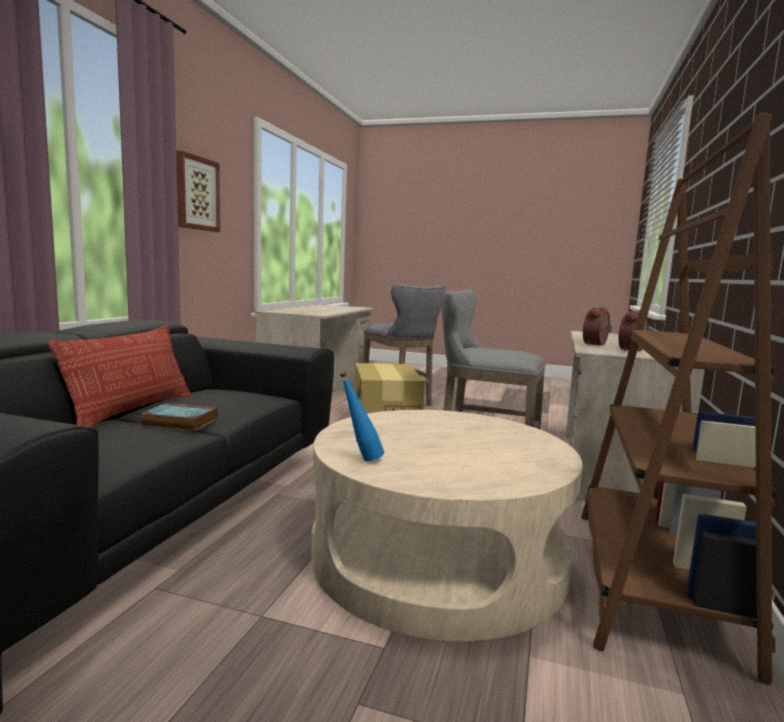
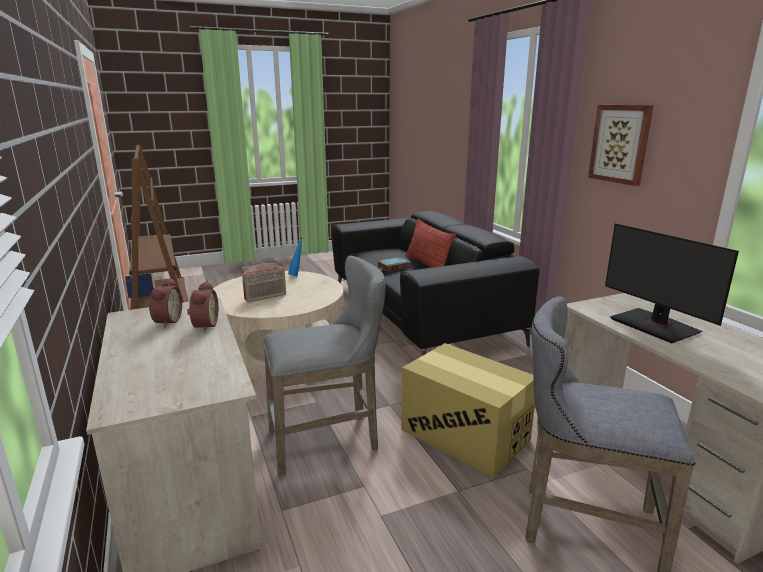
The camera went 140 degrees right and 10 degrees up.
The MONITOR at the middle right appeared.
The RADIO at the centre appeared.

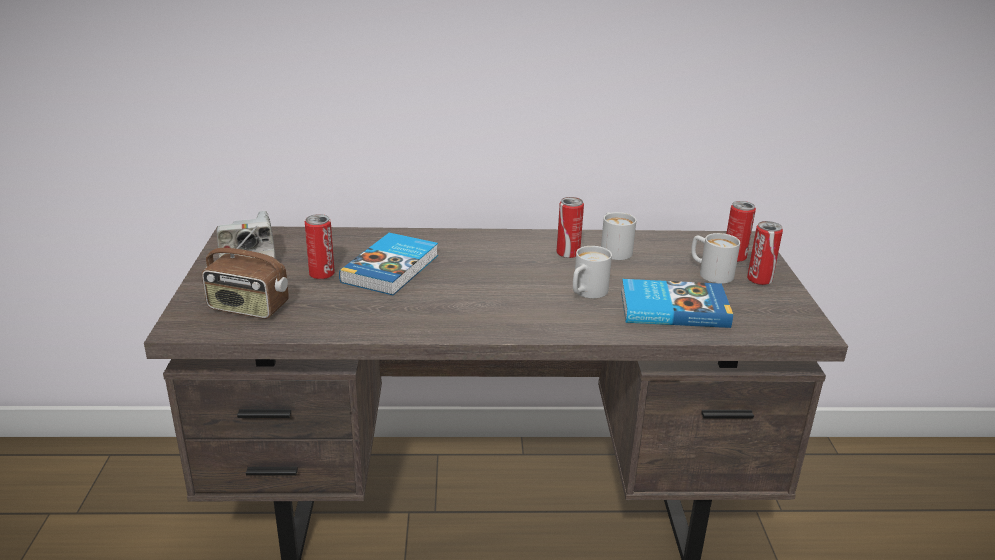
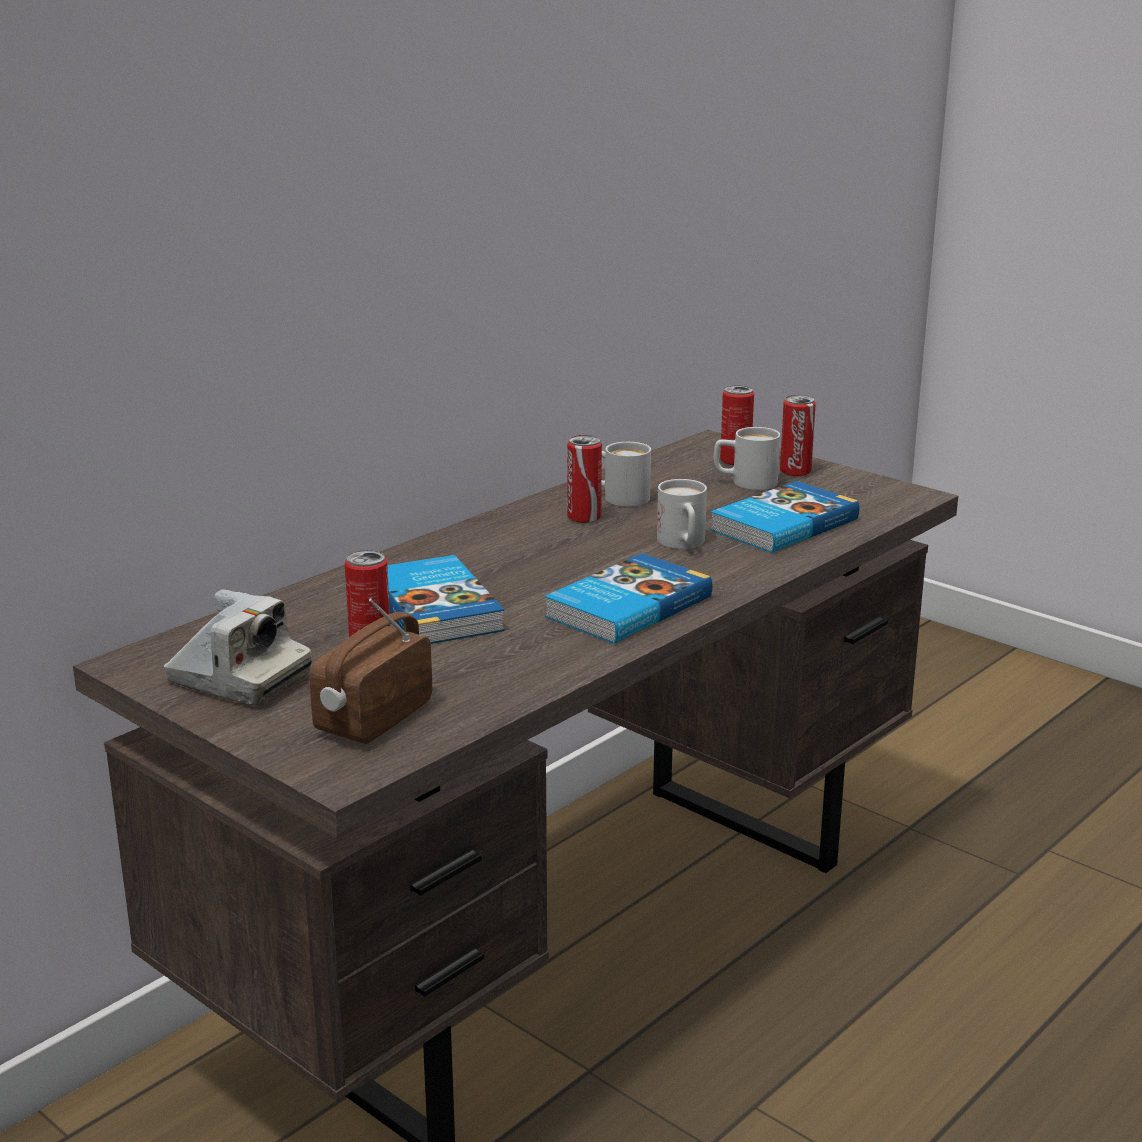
The camera went 45 degrees left and 5 degrees down.
The RADIO at the middle left turned 150 degrees clockwise.
The BOOK (2nd from left) at the centre appeared.

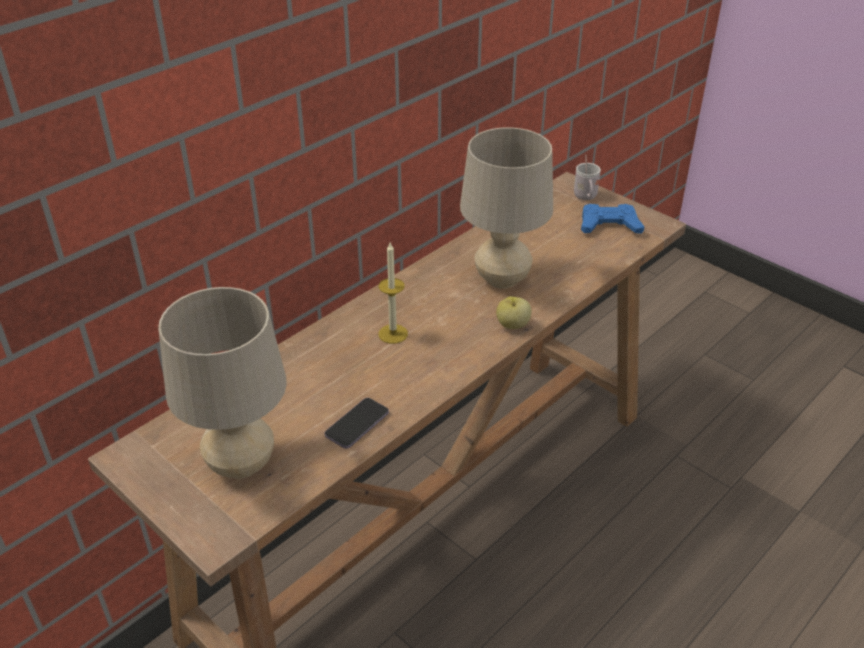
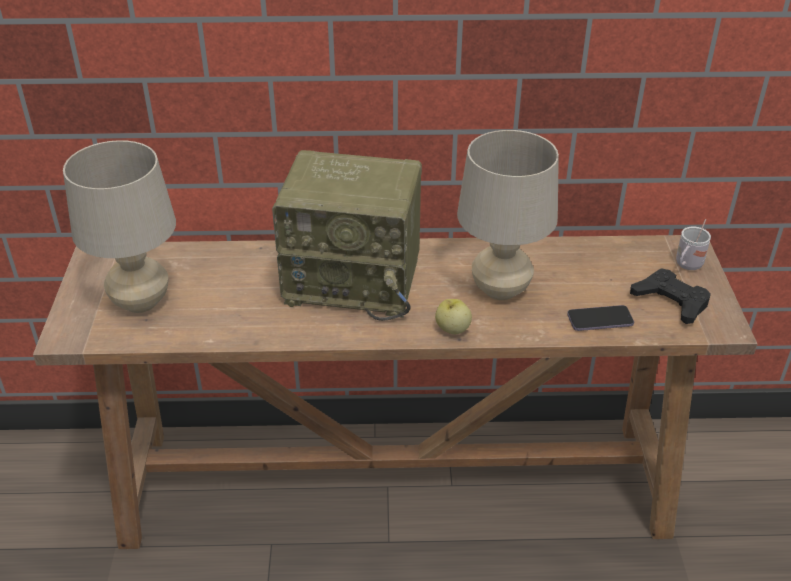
The camera went 45 degrees right and 0 degrees up.
The BLUE GAME CONTROLLER at the middle right became the BLACK GAME CONTROLLER at the middle right.
The CANDLE at the centre was replaced by the RADIO at the centre.
The PHONE moved from the centre to the middle right.

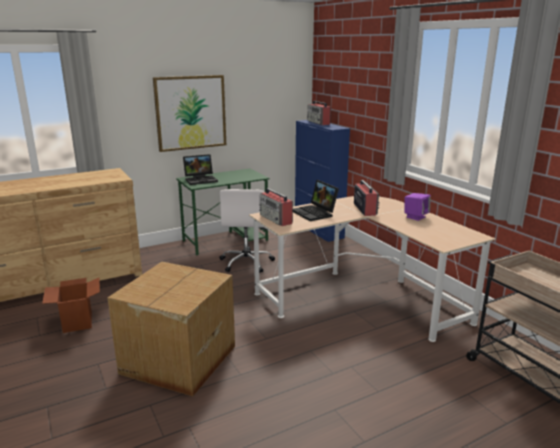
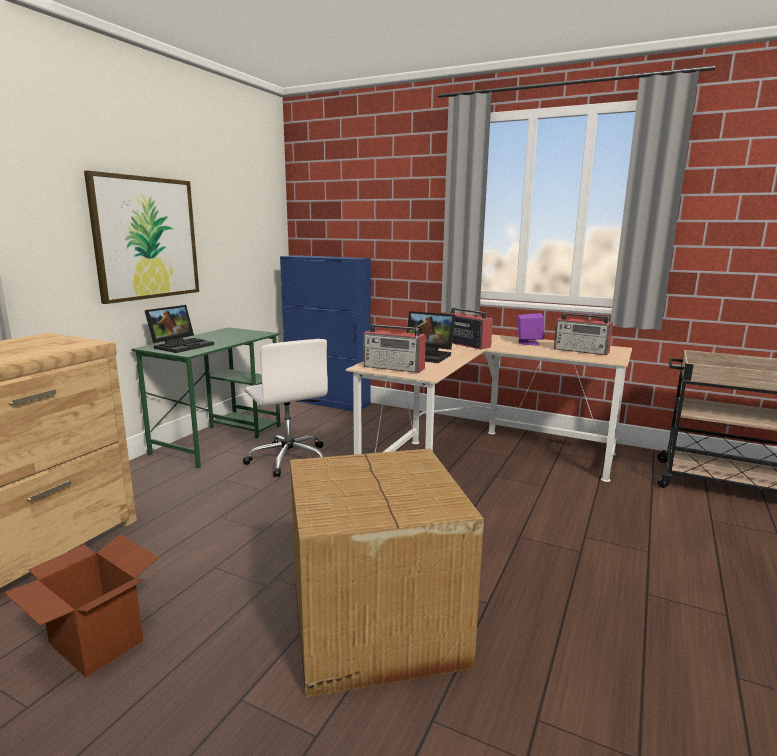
The camera went 35 degrees left and 5 degrees down.
The RADIO (2nd from left in the first image) moved from the top centre to the middle right.

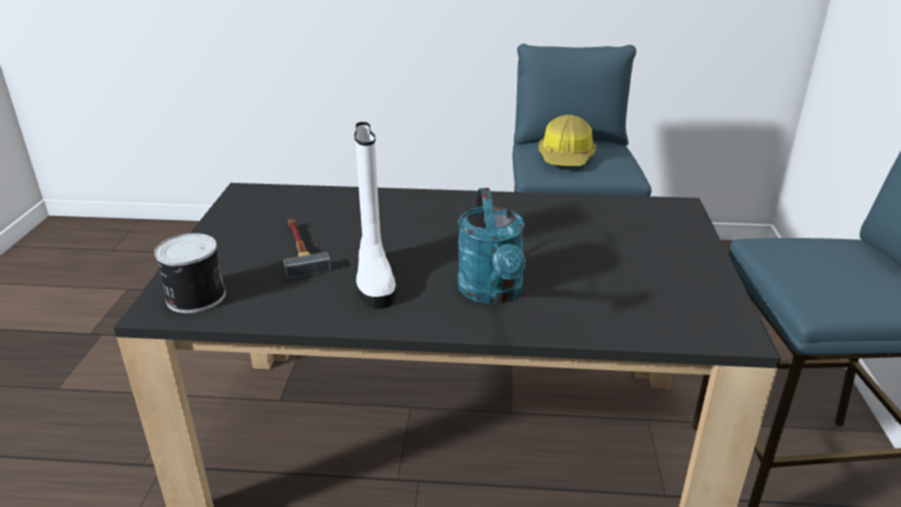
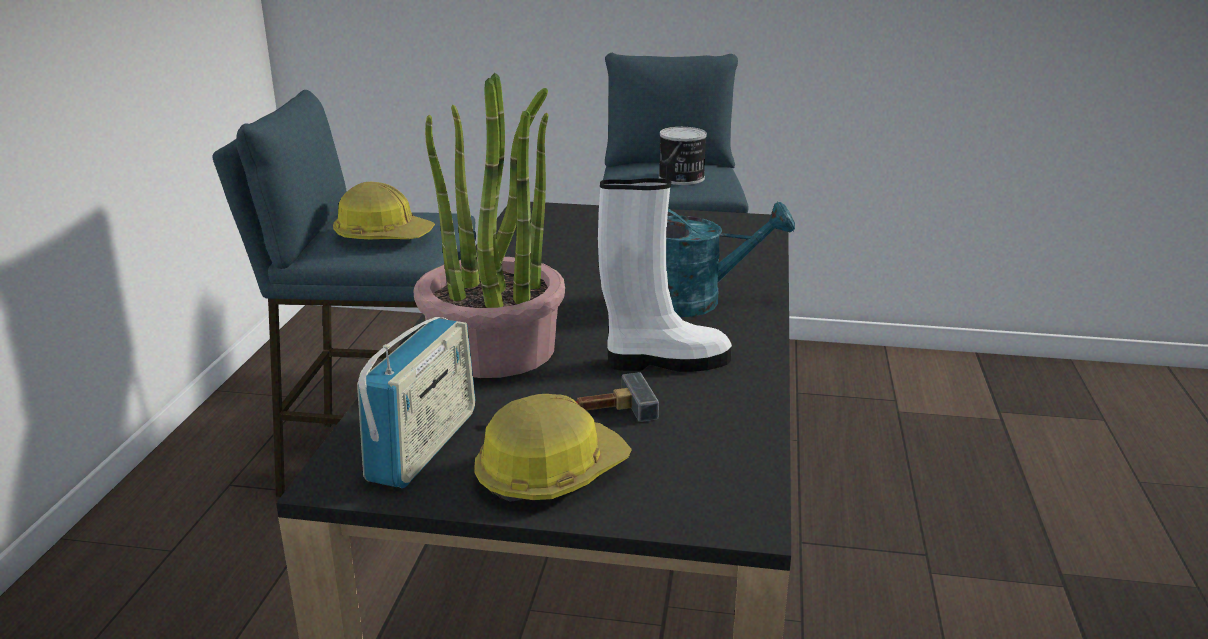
The camera went 85 degrees left and 5 degrees down.
The CAN moved from the middle left to the top centre.
The POTTED PLANT at the centre appeared.
The RADIO at the centre appeared.
The HARD HAT (2nd from left) at the bottom centre appeared.

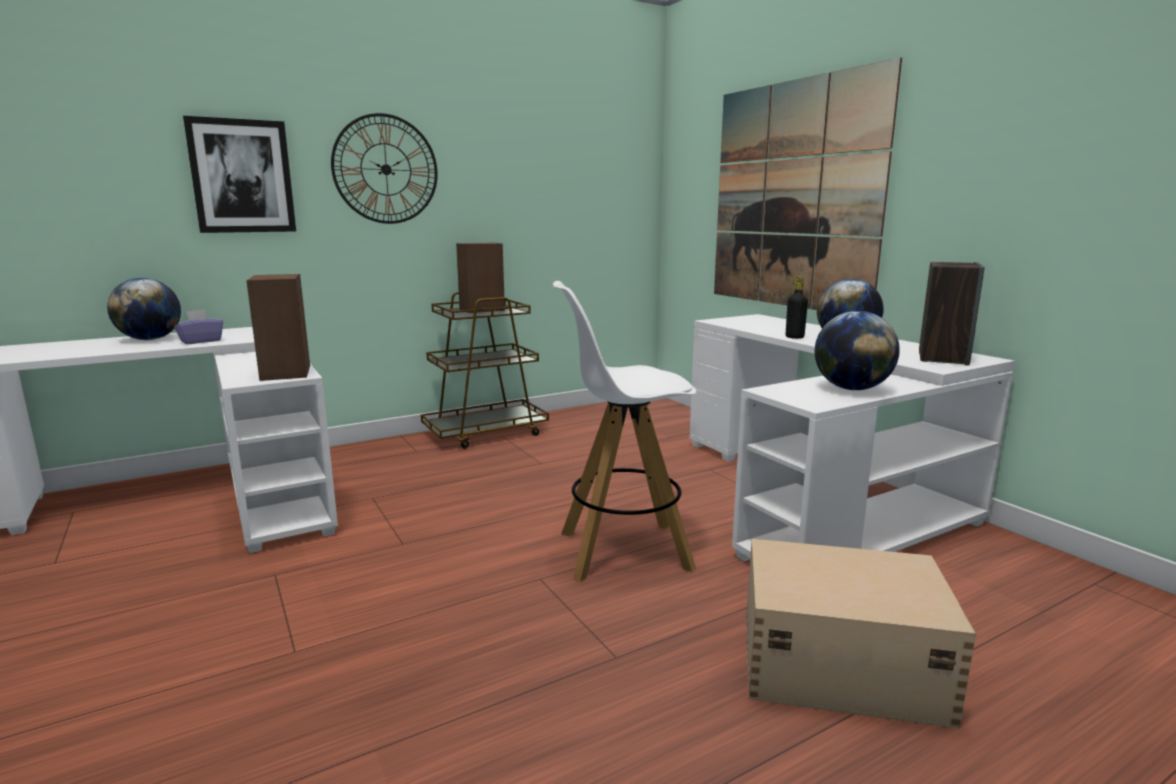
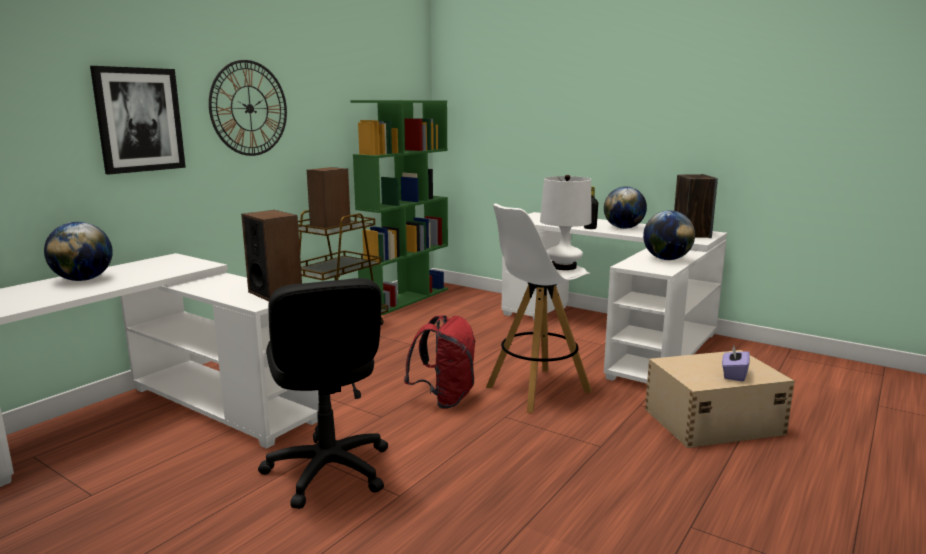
The camera went 25 degrees left and 0 degrees up.
The PICTURE (2nd from left) at the top right disappeared.
The PURPLE TISSUE BOX moved from the middle left to the middle right.
The GREEN BOOKCASE at the centre appeared.
The WHITE TABLE LAMP at the centre appeared.
The BLACK OFFICE CHAIR at the bottom centre appeared.
The RED BACKPACK at the centre appeared.

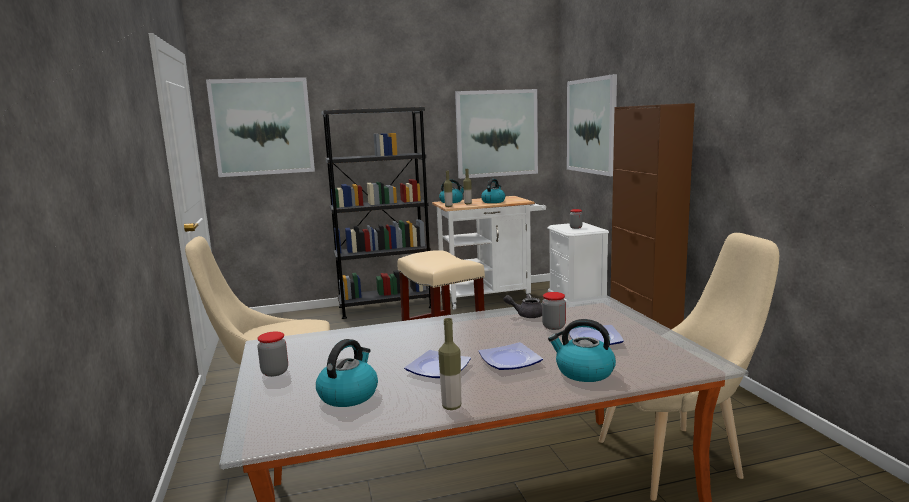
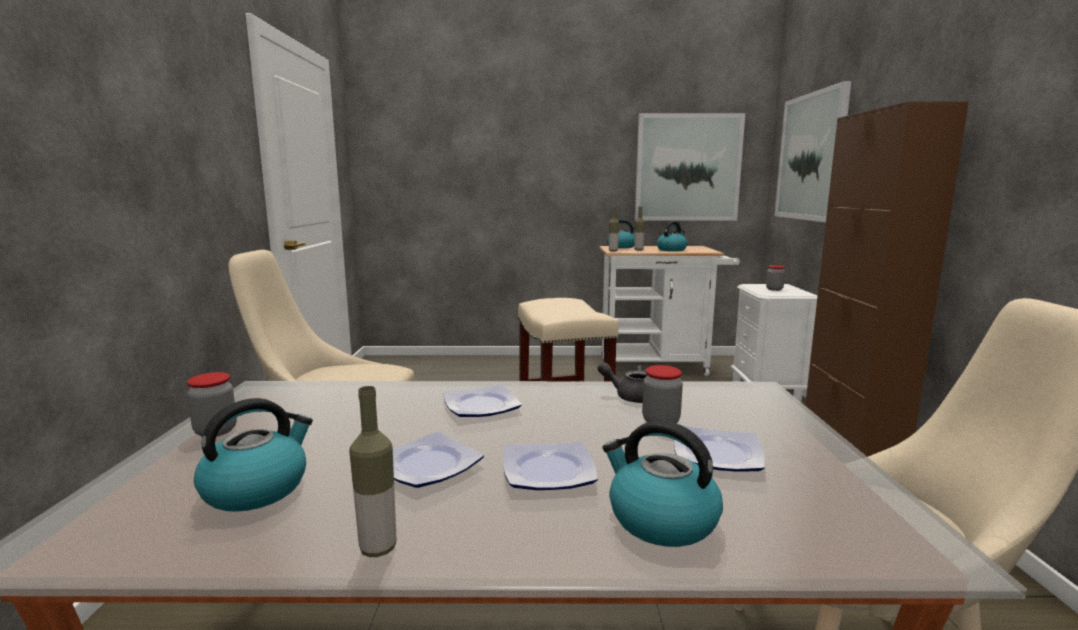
The camera went 15 degrees right and 0 degrees up.
The PICTURE (1st from left) at the top left disappeared.
The BLACK BOOKCASE at the centre disappeared.
The PLATE (2nd from left) at the centre appeared.

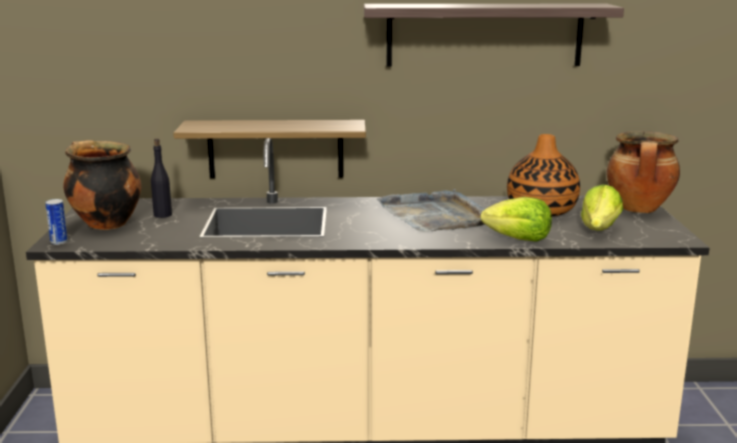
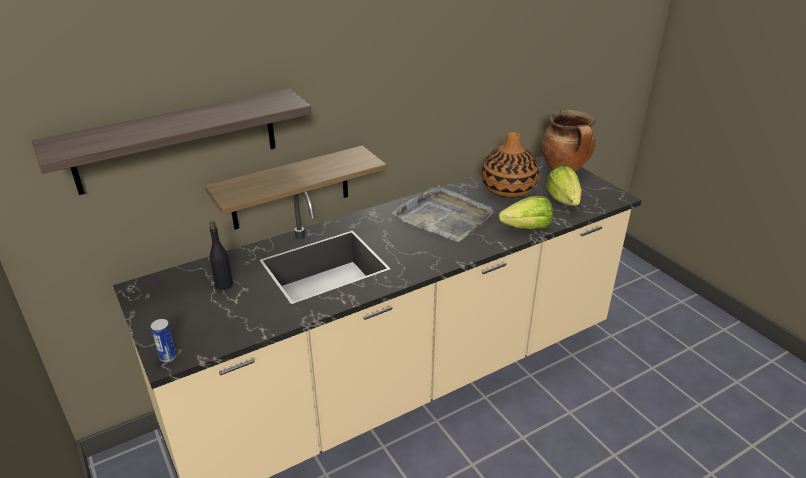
The camera went 30 degrees left and 15 degrees up.
The SHELF (2nd from left in the first image) moved from the top right to the top left.
The COOKING POT (1st from left) at the middle left disappeared.

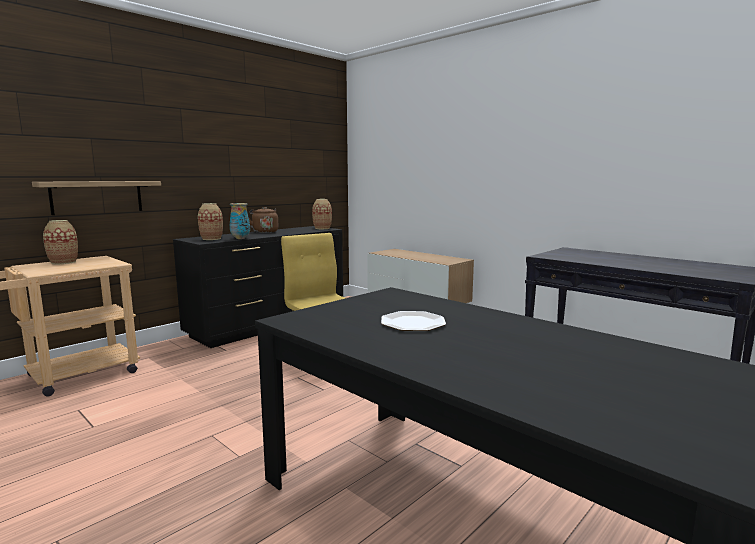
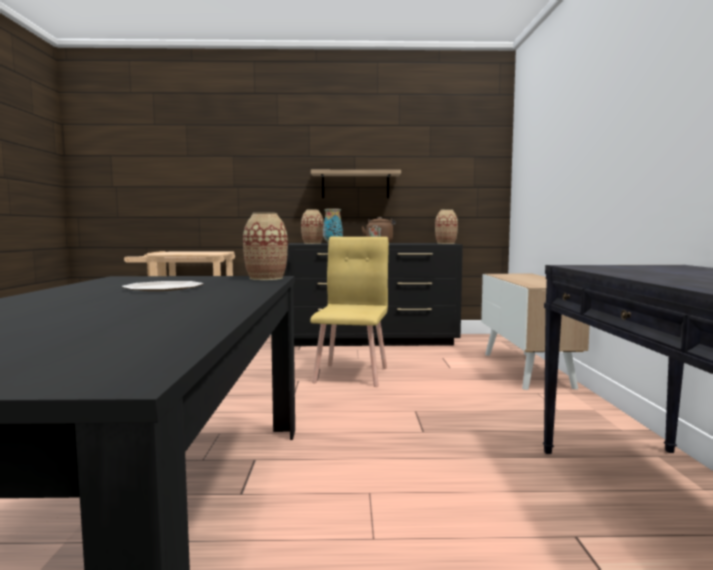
The camera went 45 degrees right and 5 degrees down.
The SHELF moved from the middle left to the top centre.
The VASE (1st from left) moved from the middle left to the centre.

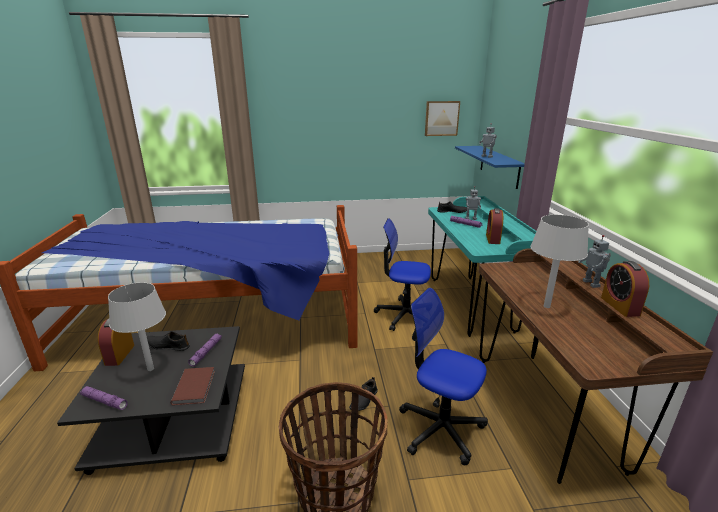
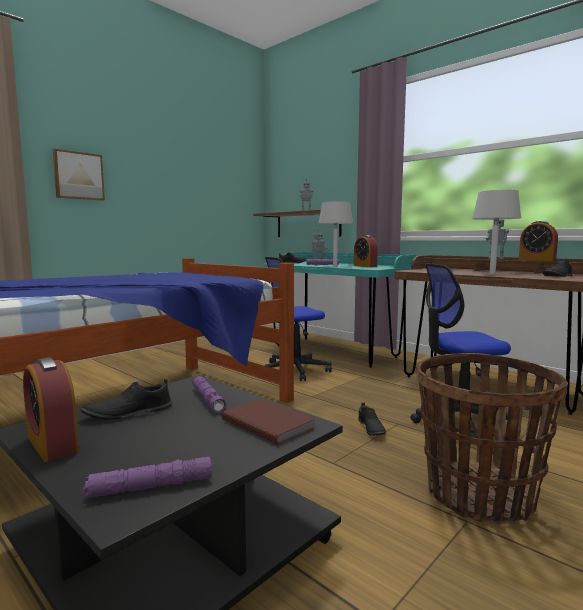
The camera went 40 degrees left and 15 degrees down.
The PICTURE moved from the top centre to the top left.
The BLUE SHELF at the top right became the BROWN SHELF at the centre.
The GREY TABLE LAMP (1st from left) moved from the middle left to the centre.
The BLACK SHOE (4th from left) at the middle right appeared.

